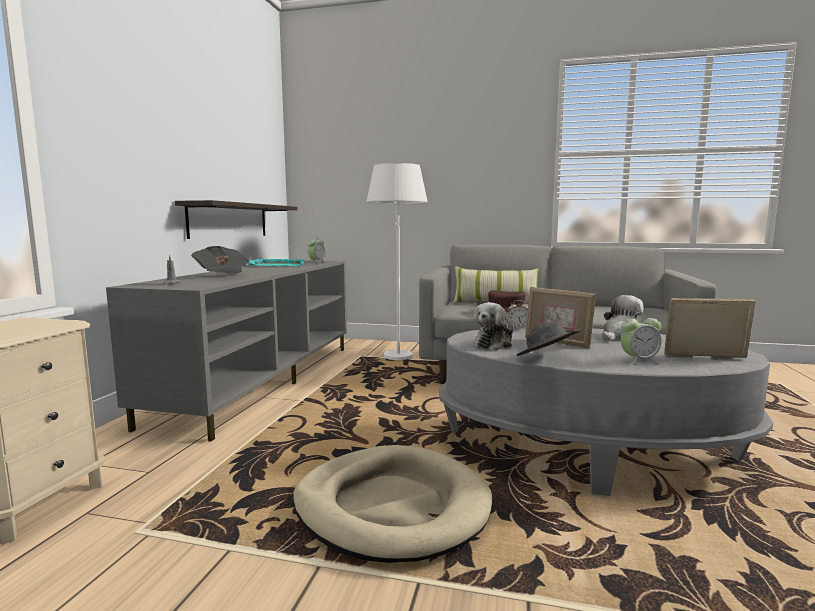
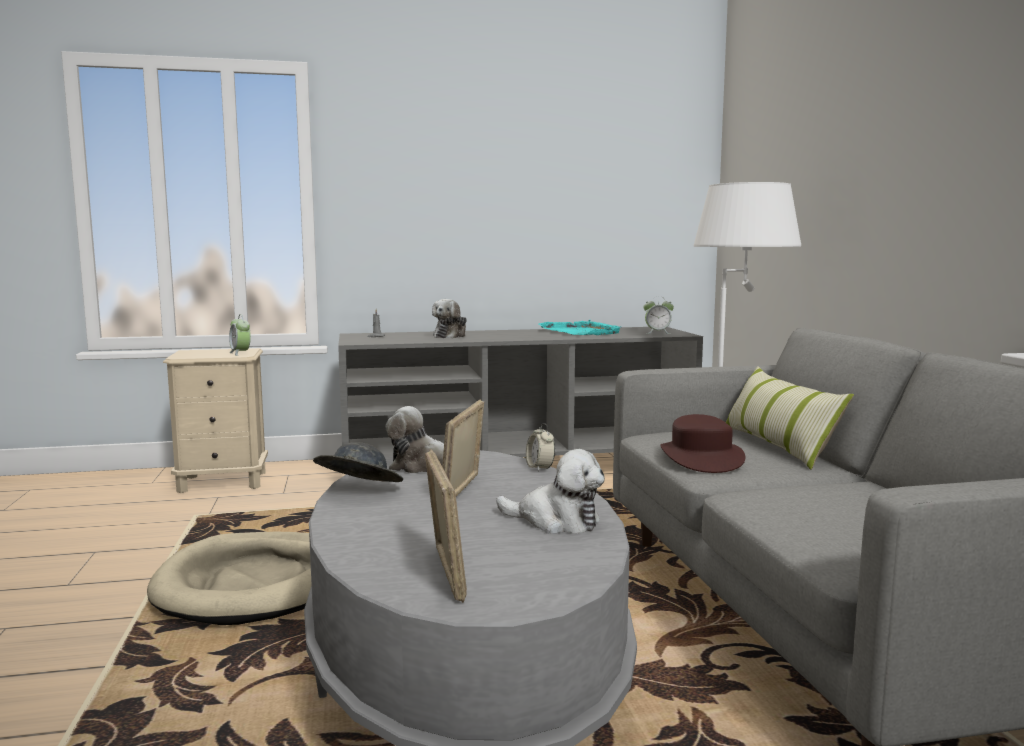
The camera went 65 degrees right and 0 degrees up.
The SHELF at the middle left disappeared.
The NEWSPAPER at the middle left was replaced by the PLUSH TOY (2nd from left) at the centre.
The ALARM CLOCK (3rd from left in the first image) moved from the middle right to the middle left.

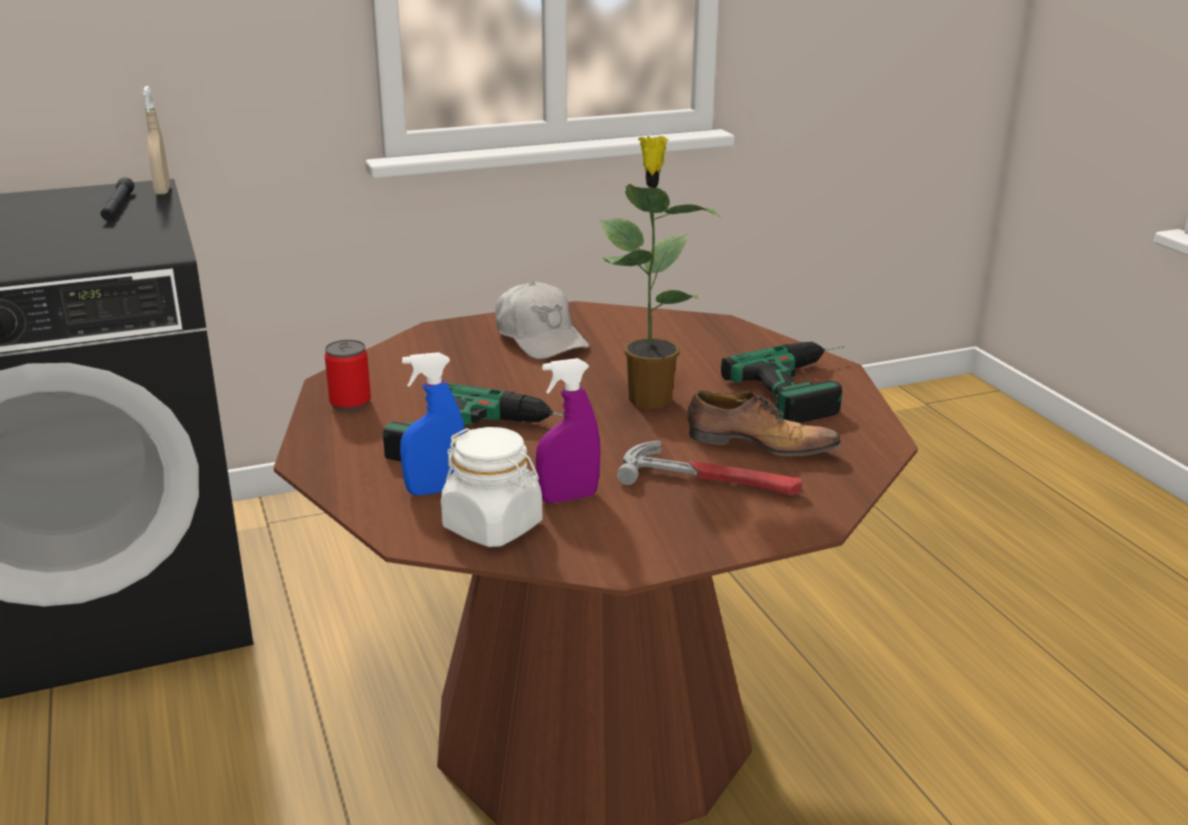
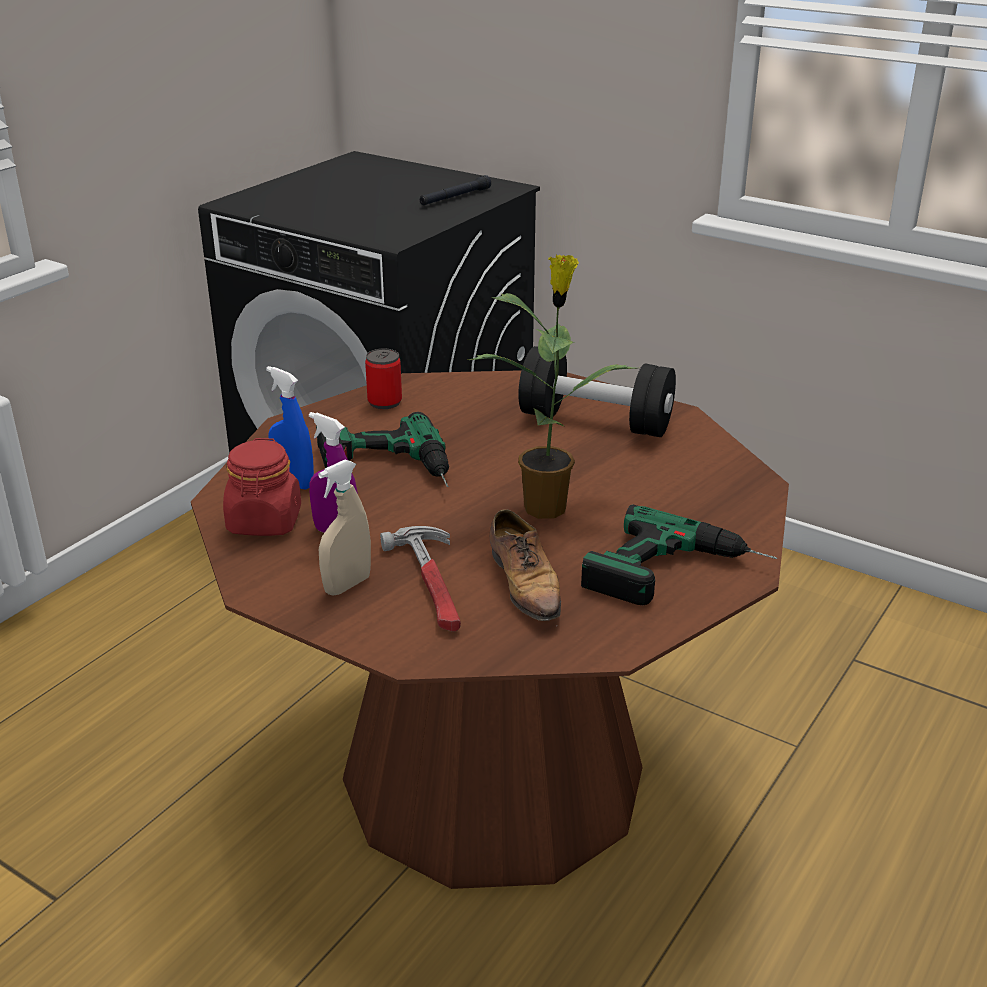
The camera went 55 degrees right and 5 degrees up.
The BEIGE SPRAY BOTTLE moved from the top left to the centre.
The WHITE CAP at the centre was replaced by the BLACK DUMBBELL at the centre.
The WHITE JAR at the centre became the RED JAR at the middle left.

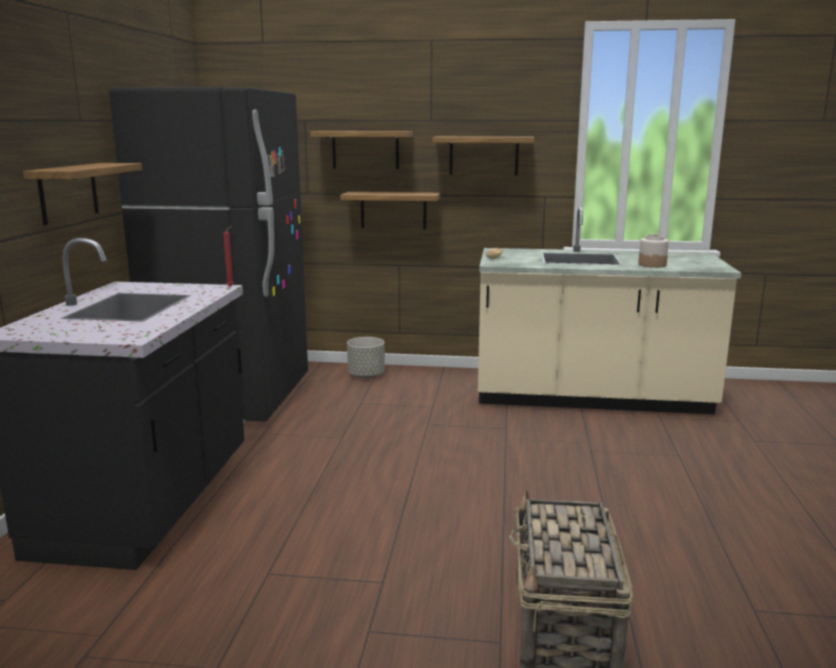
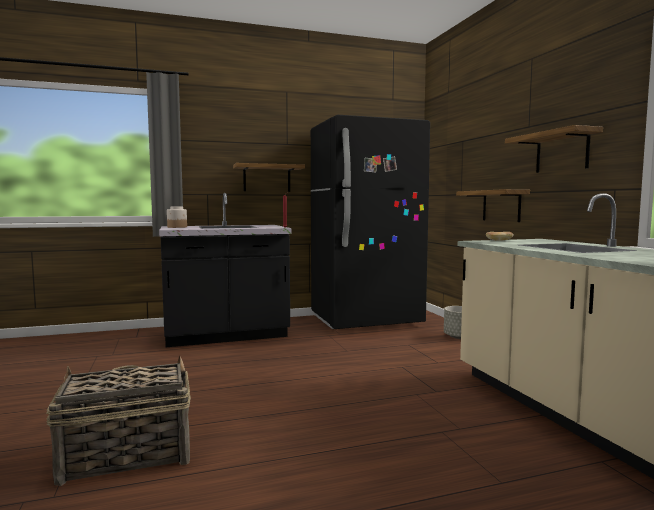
The camera went 65 degrees right and 10 degrees down.
The SHELF (2nd from left) at the top centre disappeared.
The JAR moved from the middle right to the middle left.

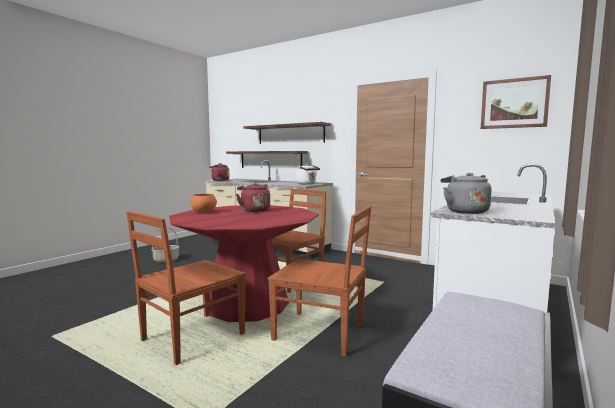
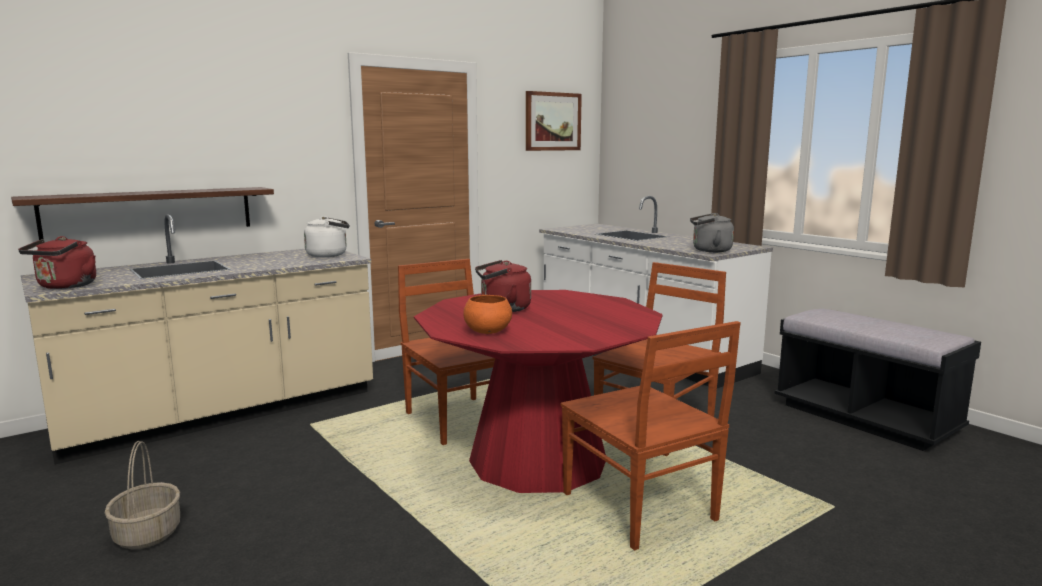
The camera went 70 degrees left and 5 degrees up.
The SHELF (2nd from left) at the top centre disappeared.

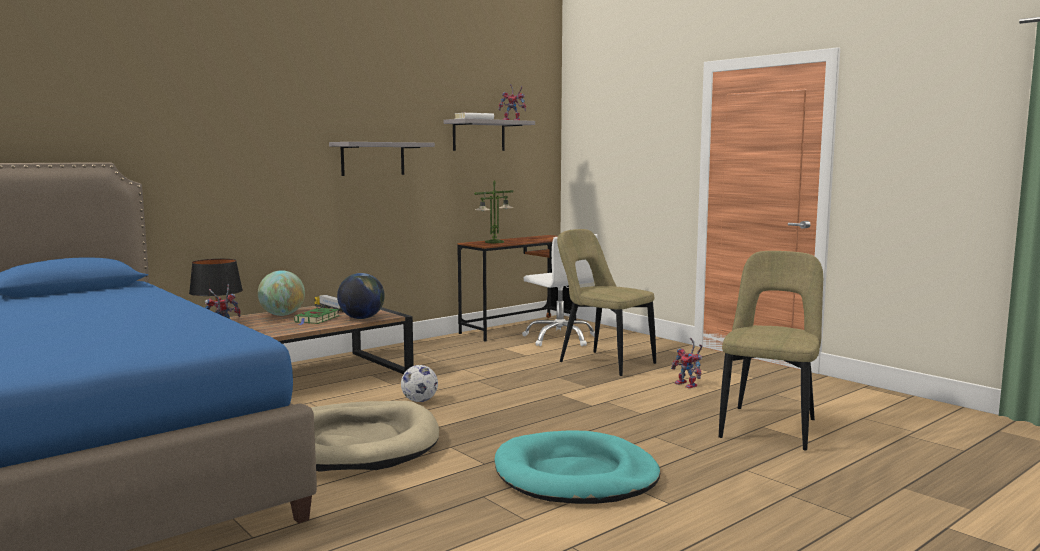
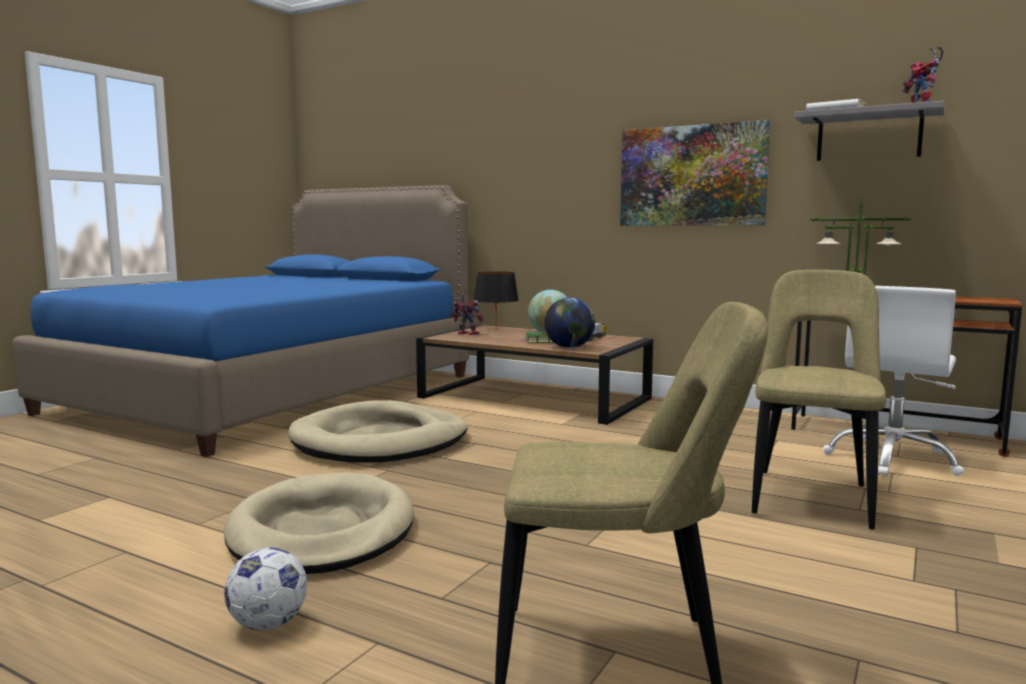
The camera went 70 degrees right and 0 degrees up.
The GREY SHELF (1st from left) at the top centre was replaced by the PICTURE at the top right.
The TOY ROBOT (3rd from left) at the centre disappeared.
The FOOTBALL moved from the bottom centre to the bottom left.
The TURQUOISE DOG BED at the bottom centre became the BEIGE DOG BED (1st from left) at the bottom left.

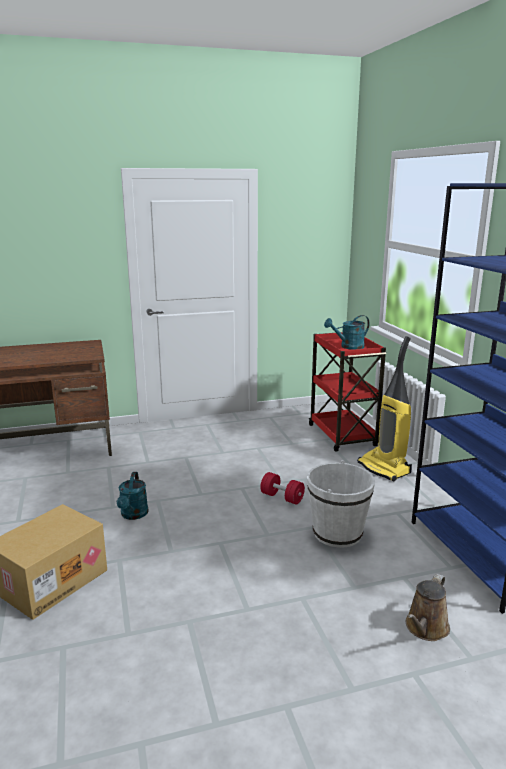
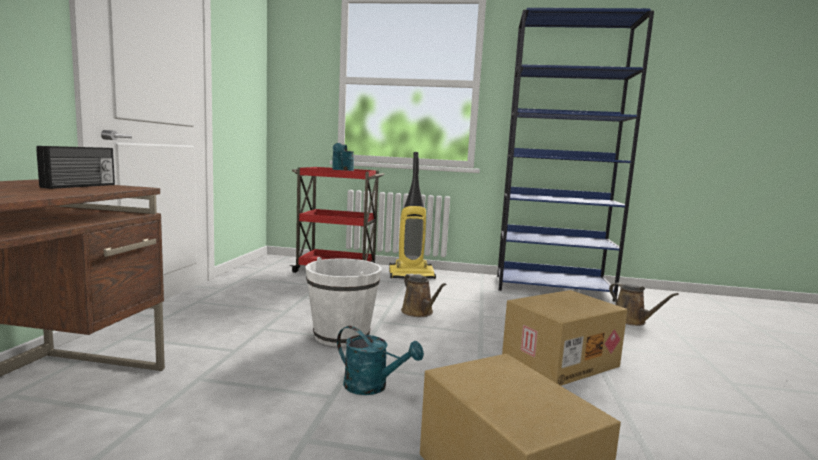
The camera went 65 degrees left and 10 degrees down.
The WHITE BUCKET moved from the middle right to the centre.
The RED DUMBBELL at the centre was replaced by the BROWN WATERING CAN (1st from left) at the centre.
The RADIO at the middle left appeared.
The CARDBOARD BOX (2nd from left) at the bottom right appeared.

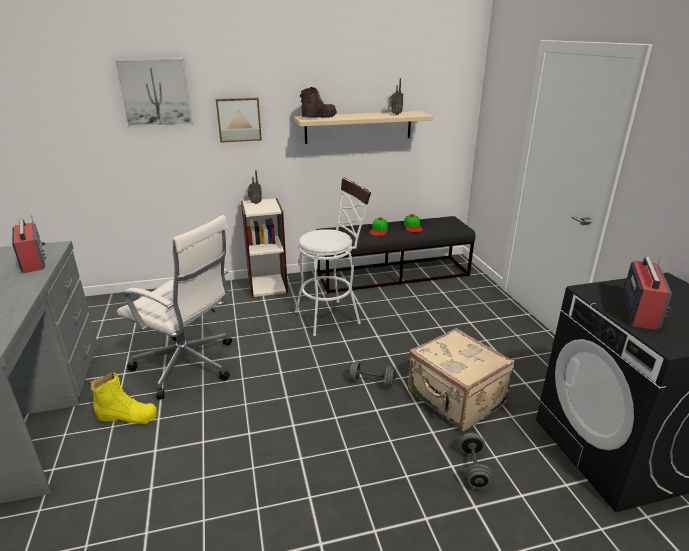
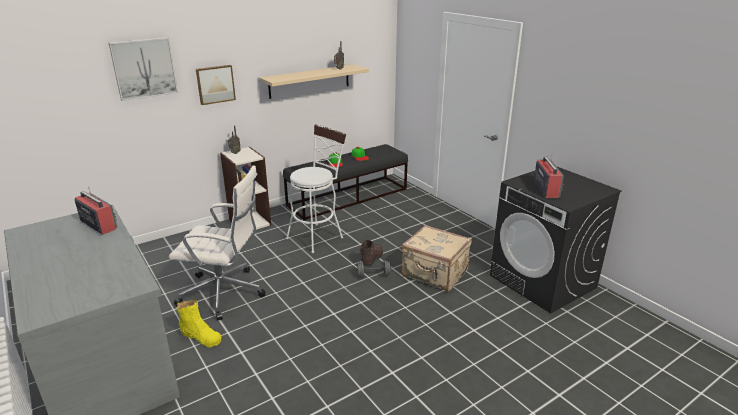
The camera went 20 degrees left and 0 degrees up.
The BROWN BOOT moved from the top centre to the centre.
The YELLOW BOOT at the bottom left turned 45 degrees clockwise.
The GREY DUMBBELL (2nd from left) at the bottom right disappeared.

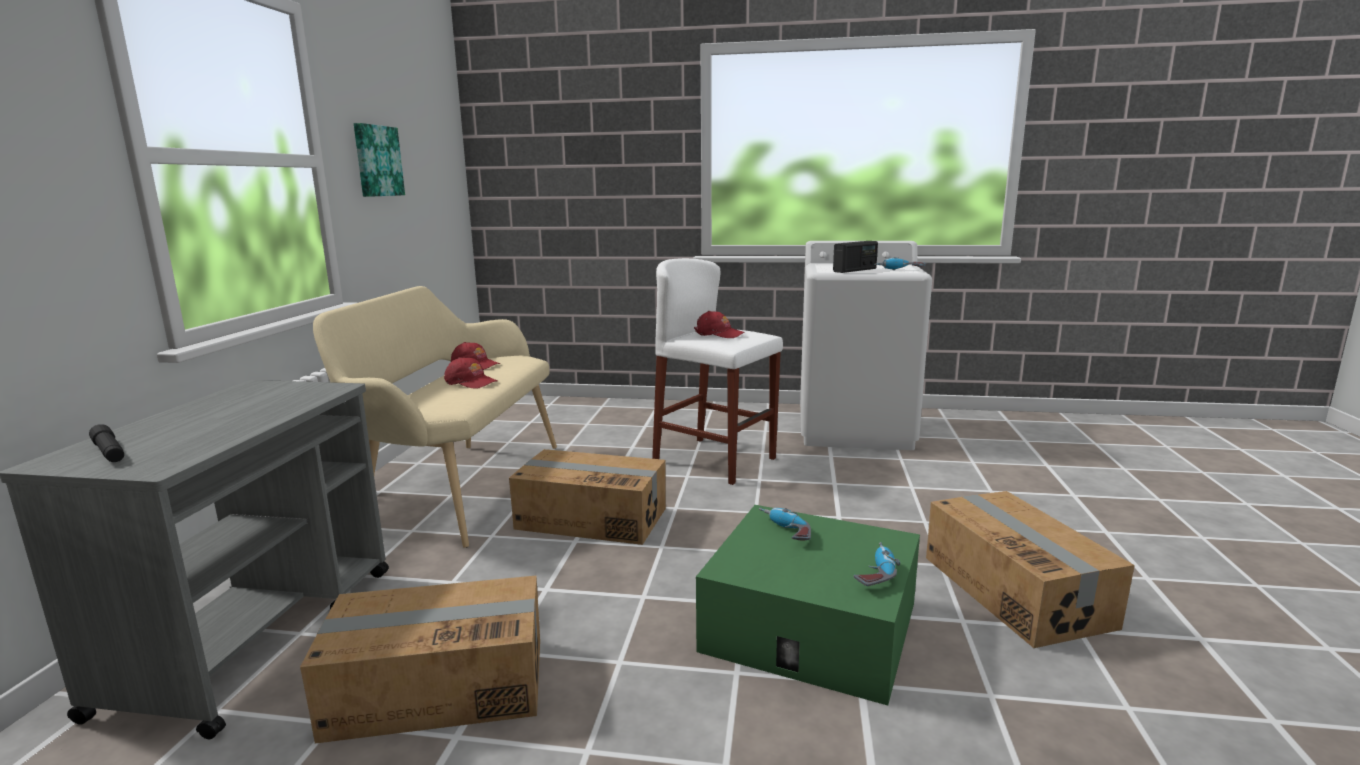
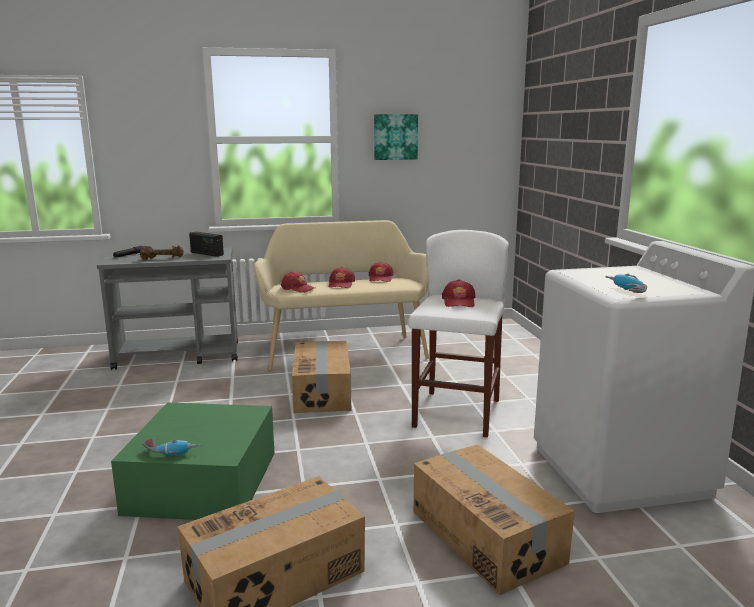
The camera went 70 degrees right and 0 degrees up.
The RADIO moved from the centre to the middle left.
The POWER DRILL (1st from left) at the bottom centre disappeared.
The CARDBOARD BOX (1st from left in the first image) moved from the bottom left to the bottom centre.
The BROWN DUMBBELL at the middle left appeared.
The RED CAP (1st from left) at the centre appeared.

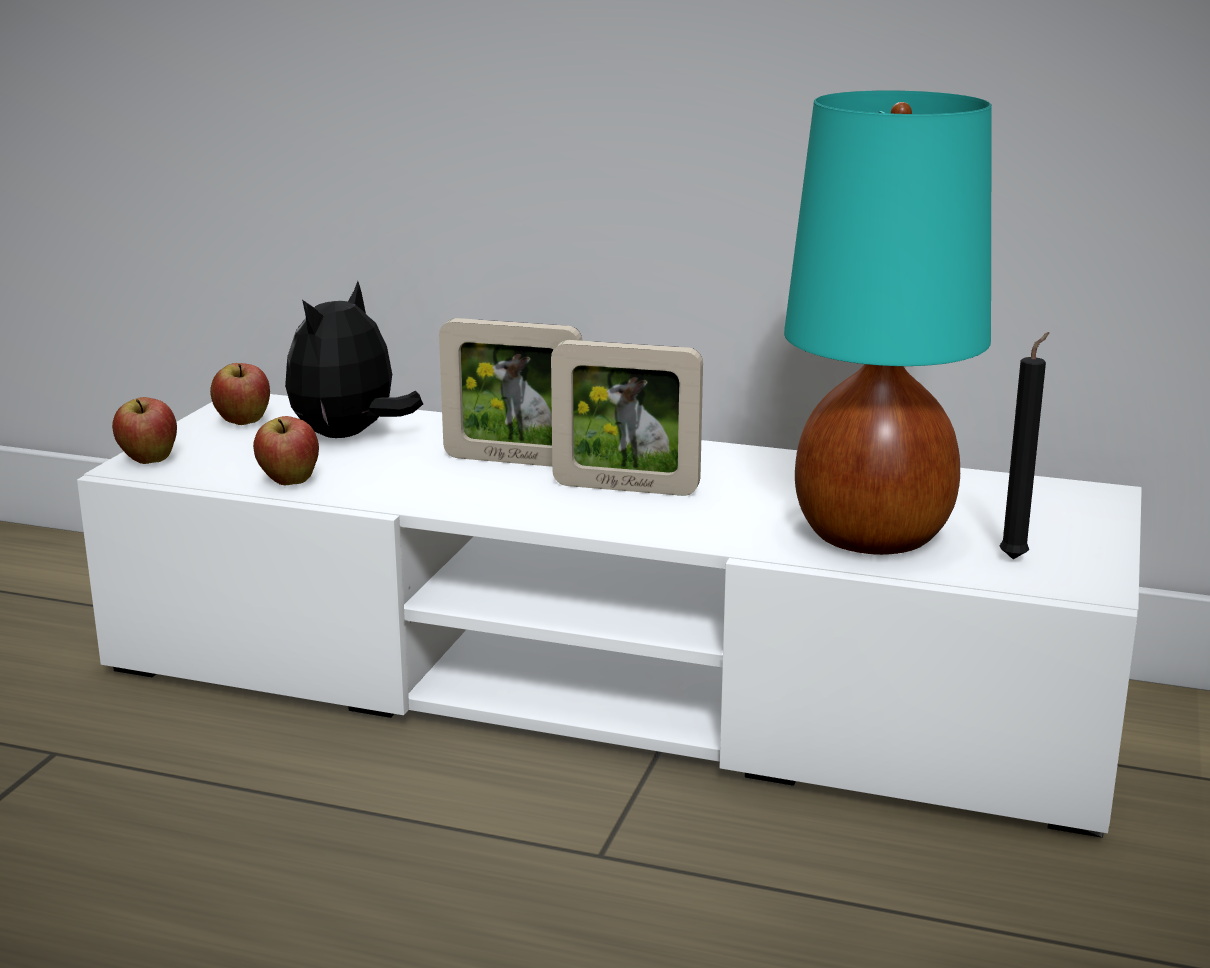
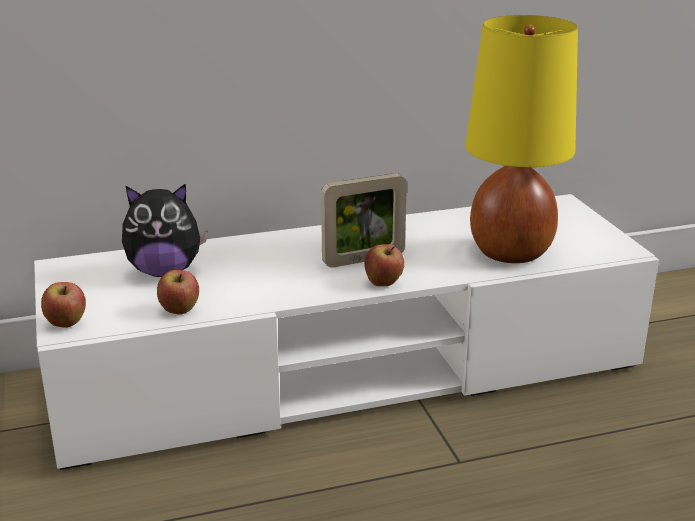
The camera went 35 degrees left and 5 degrees up.
The TURQUOISE TABLE LAMP at the middle right became the YELLOW TABLE LAMP at the top right.
The PLUSH TOY at the middle left turned 90 degrees counterclockwise.
The PICTURE FRAME (1st from left) at the centre disappeared.
The BLACK CANDLE at the middle right disappeared.
The APPLE (2nd from left in the first image) moved from the middle left to the centre.

